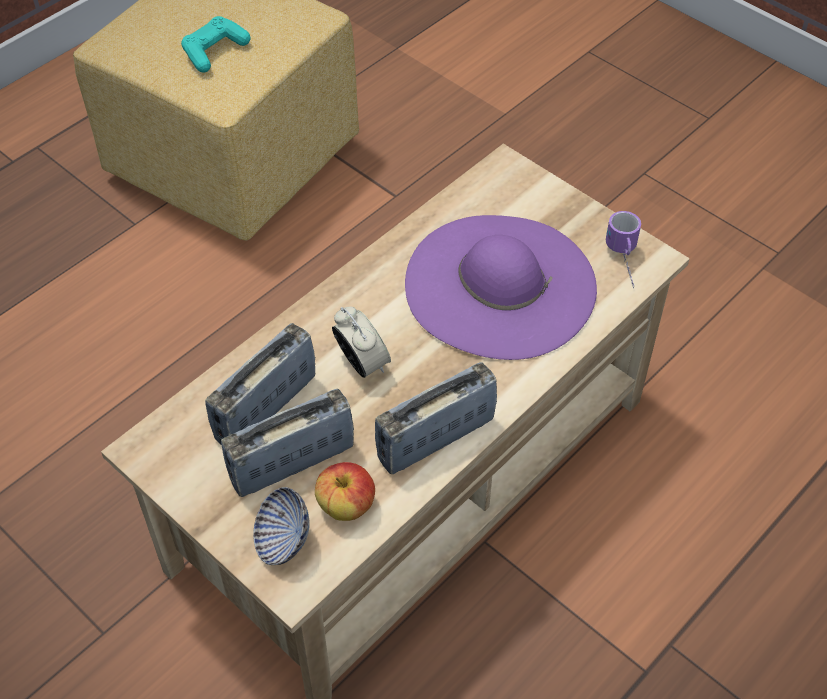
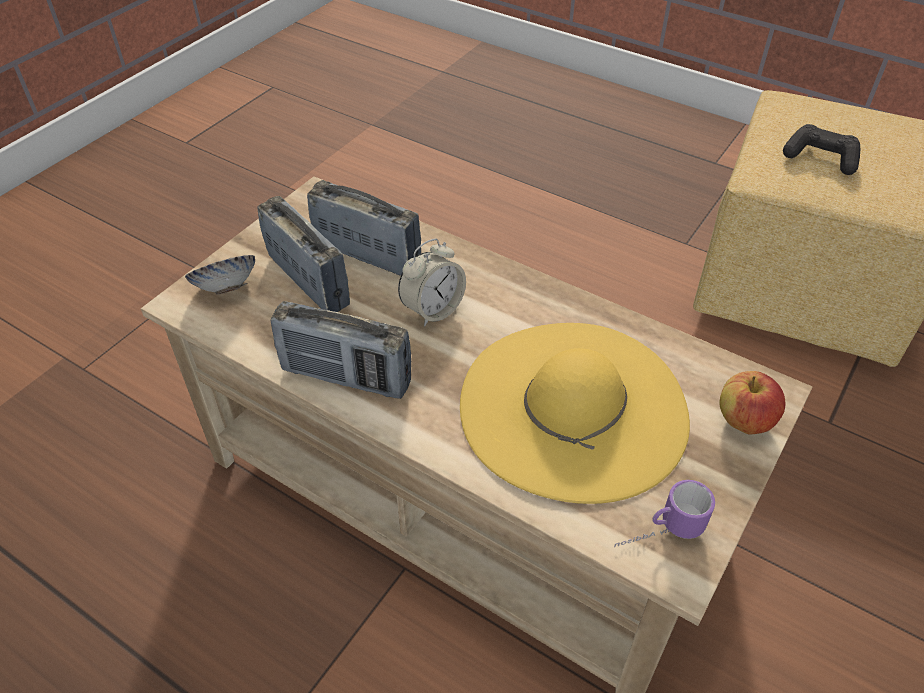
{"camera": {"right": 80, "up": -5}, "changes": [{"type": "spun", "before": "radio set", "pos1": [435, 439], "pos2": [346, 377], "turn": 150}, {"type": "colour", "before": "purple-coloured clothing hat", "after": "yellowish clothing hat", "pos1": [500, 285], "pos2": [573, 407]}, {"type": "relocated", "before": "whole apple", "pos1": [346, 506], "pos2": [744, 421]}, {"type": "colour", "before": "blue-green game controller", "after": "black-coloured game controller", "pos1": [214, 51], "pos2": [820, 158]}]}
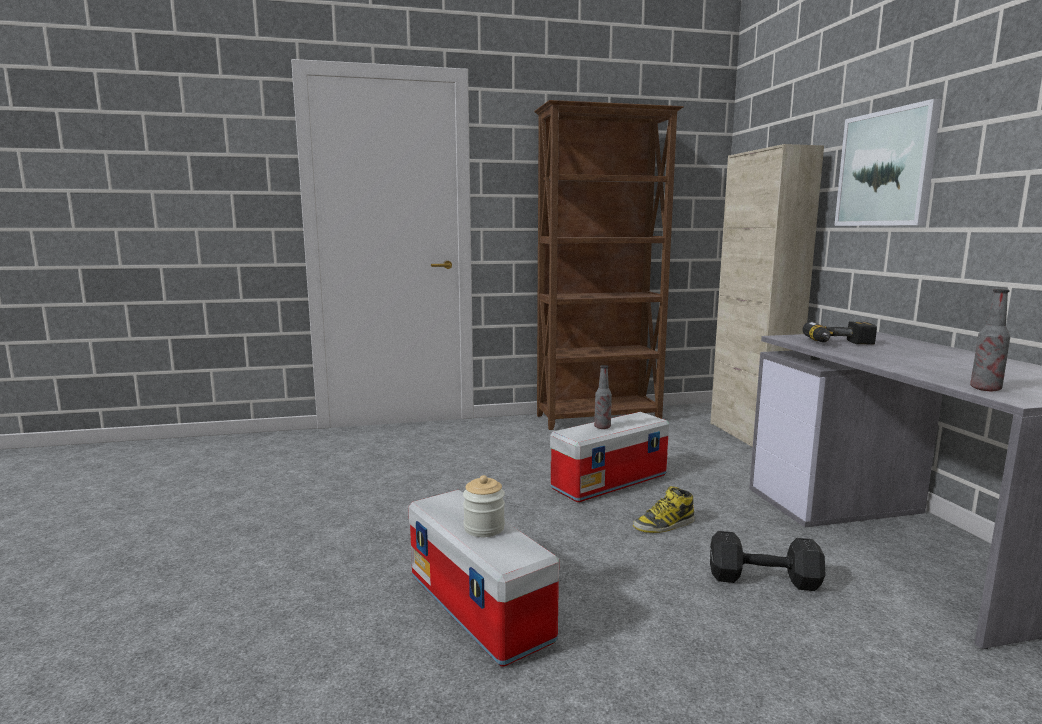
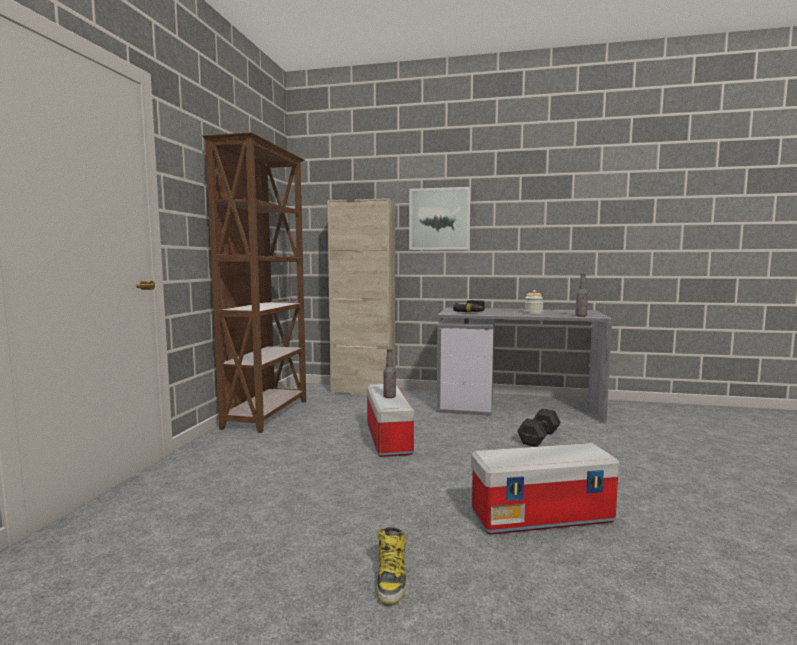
{"camera": {"right": -65, "up": -5}, "changes": [{"type": "relocated", "before": "boot", "pos1": [664, 525], "pos2": [391, 579]}, {"type": "relocated", "before": "storage jar", "pos1": [484, 528], "pos2": [533, 313]}]}
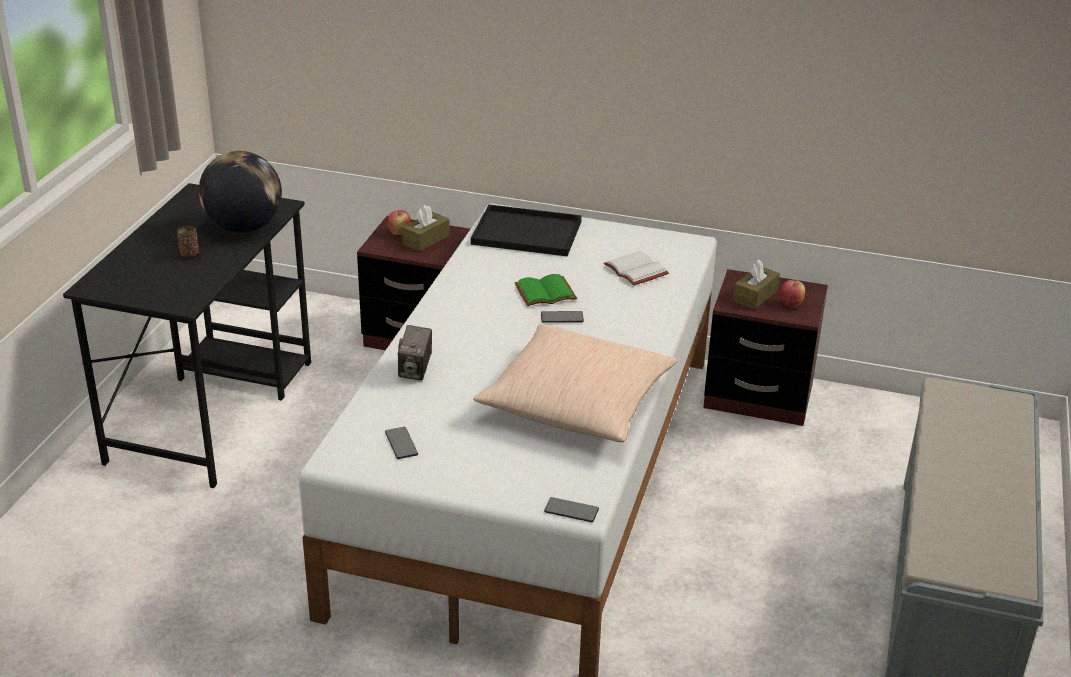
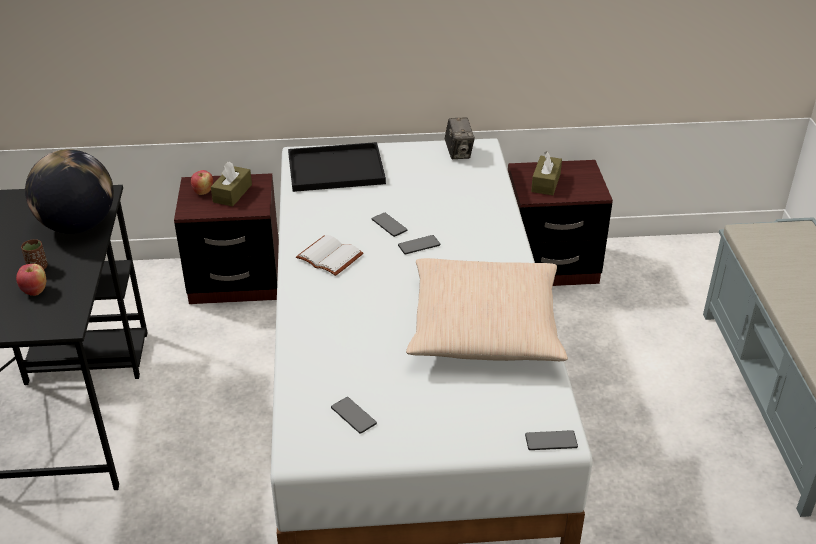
{"camera": {"right": -20, "up": 5}, "changes": [{"type": "relocated", "before": "whole apple", "pos1": [790, 304], "pos2": [34, 291]}, {"type": "relocated", "before": "whitish volume", "pos1": [634, 270], "pos2": [328, 257]}, {"type": "exchanged", "before": "green-coloured volume", "after": "telephone", "pos1": [545, 294], "pos2": [389, 225]}, {"type": "relocated", "before": "photo camera", "pos1": [415, 371], "pos2": [458, 153]}]}
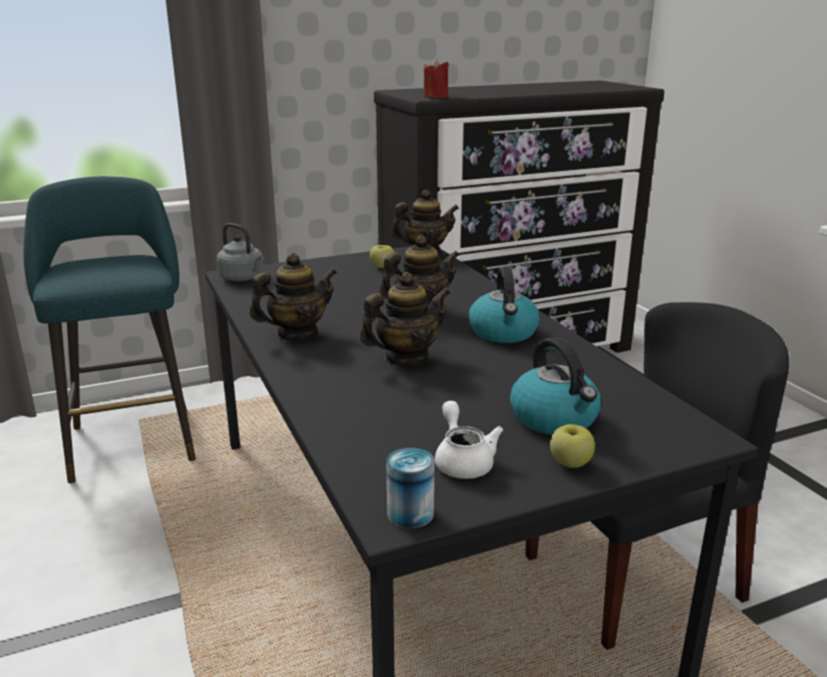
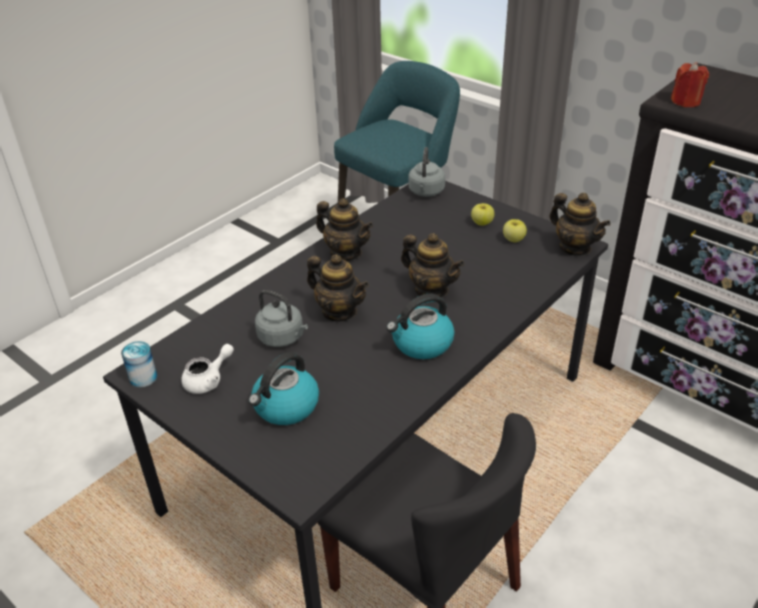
{"camera": {"right": 65, "up": 15}, "changes": [{"type": "appeared", "after": "gray tea kettle", "pos2": [283, 338]}, {"type": "relocated", "before": "whole apple", "pos1": [570, 463], "pos2": [482, 223]}]}
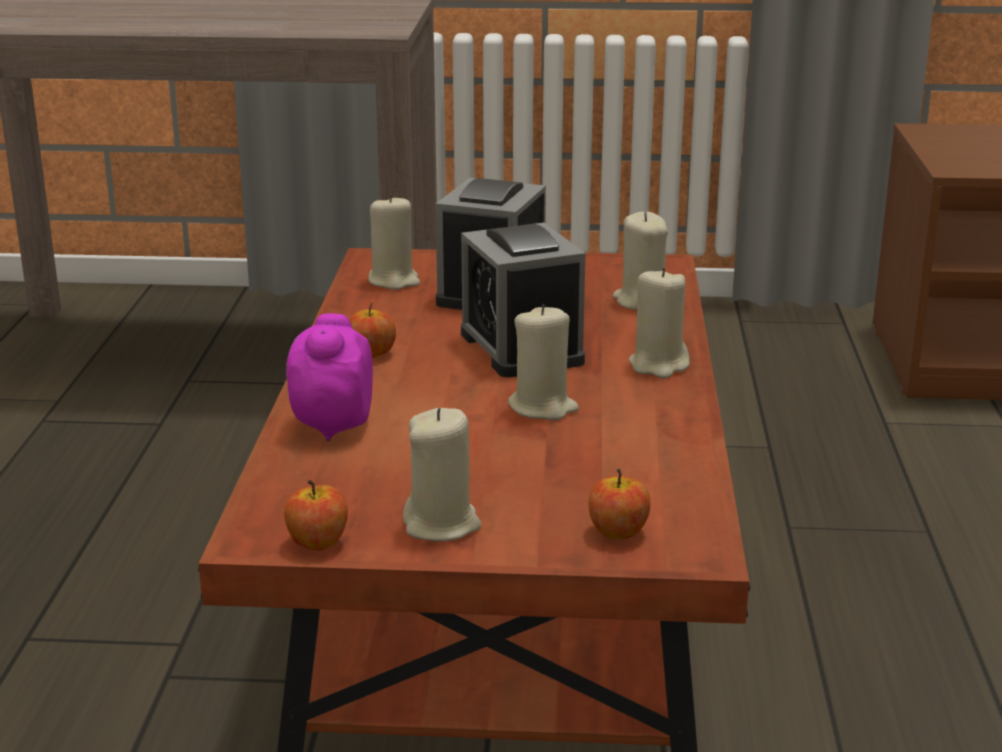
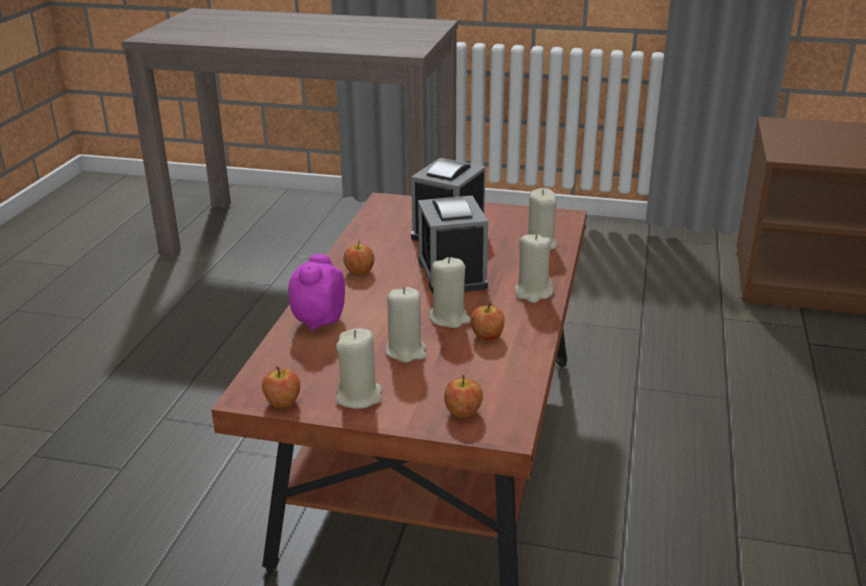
{"camera": {"right": 10, "up": 5}, "changes": [{"type": "relocated", "before": "beige-coloured wax light", "pos1": [394, 281], "pos2": [406, 351]}, {"type": "appeared", "after": "whole apple", "pos2": [487, 336]}]}
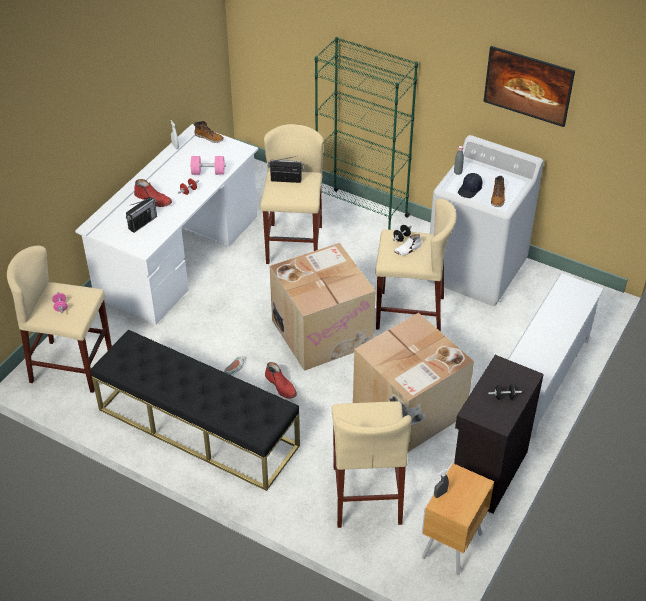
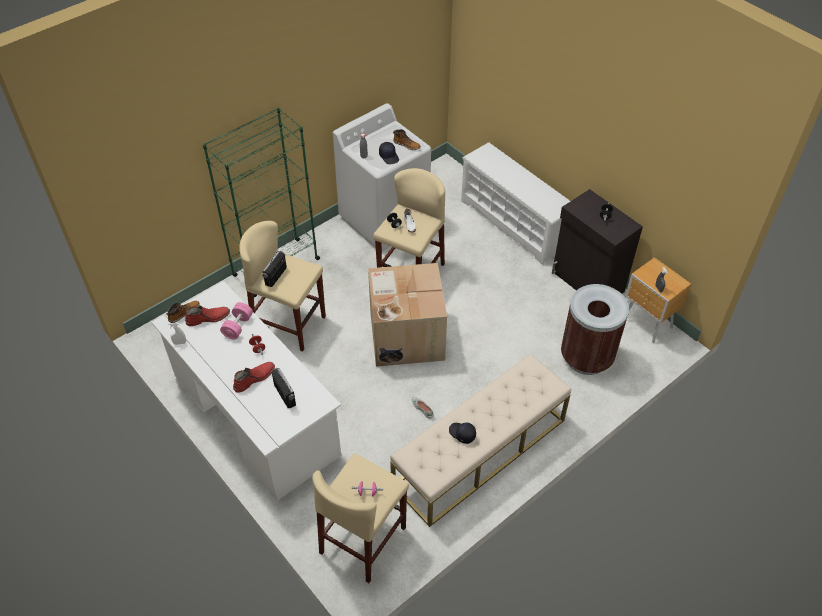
{"camera": {"right": -70, "up": 5}, "changes": [{"type": "relocated", "before": "reddish boot", "pos1": [281, 386], "pos2": [208, 318]}, {"type": "colour", "before": "black-coloured indoor bench", "after": "beige-coloured indoor bench", "pos1": [197, 427], "pos2": [479, 452]}, {"type": "appeared", "after": "black-coloured baseball cap", "pos2": [462, 434]}, {"type": "exchanged", "before": "beige-coloured stool seat", "after": "brown-coloured rubbish bin", "pos1": [366, 494], "pos2": [586, 357]}, {"type": "missing", "before": "carton", "pos1": [409, 410]}, {"type": "missing", "before": "wall art", "pos1": [526, 99]}]}
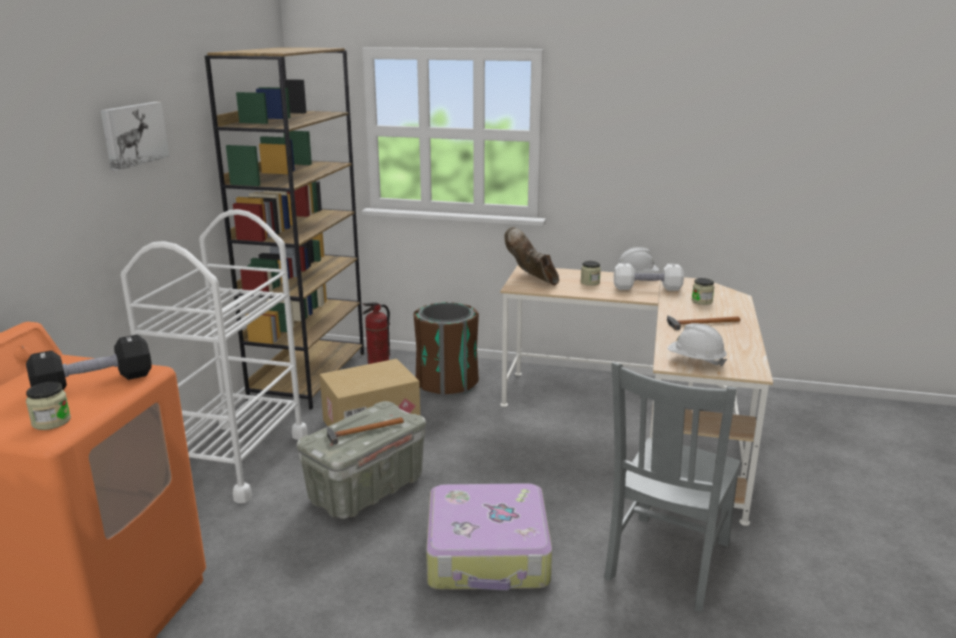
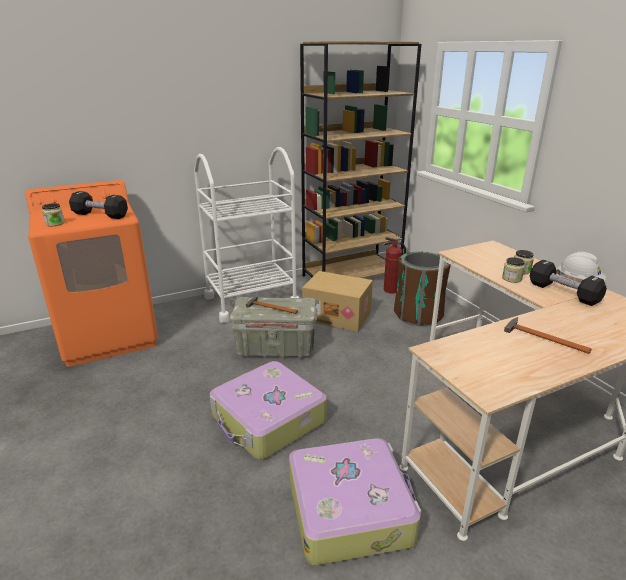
{"camera": {"right": 50, "up": 5}, "changes": [{"type": "exchanged", "before": "gray upright chair", "after": "travel case", "pos1": [666, 563], "pos2": [350, 509]}, {"type": "relocated", "before": "storage jar", "pos1": [702, 301], "pos2": [511, 279]}, {"type": "colour", "before": "whitish free weight", "after": "black-coloured free weight", "pos1": [647, 288], "pos2": [563, 293]}, {"type": "missing", "before": "wall art", "pos1": [133, 134]}, {"type": "missing", "before": "brown-coloured boot", "pos1": [532, 279]}, {"type": "missing", "before": "whitish hard hat", "pos1": [695, 361]}]}
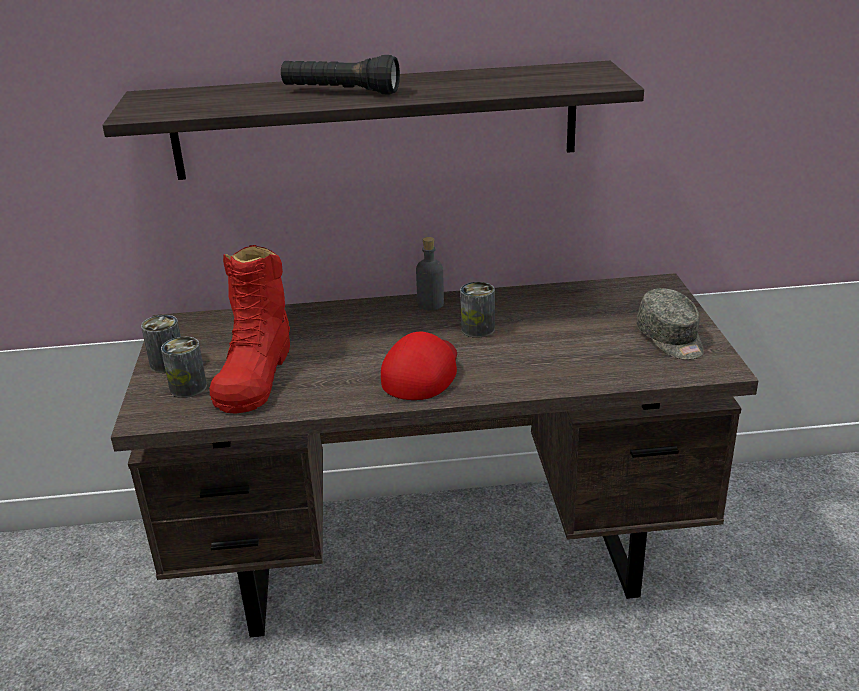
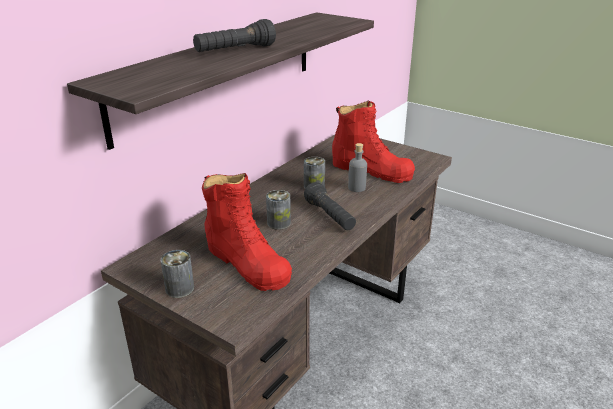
{"camera": {"right": -50, "up": 0}, "changes": [{"type": "relocated", "before": "can", "pos1": [188, 387], "pos2": [278, 223]}, {"type": "exchanged", "before": "reddish baseball cap", "after": "black-coloured flashlight", "pos1": [422, 371], "pos2": [330, 216]}, {"type": "appeared", "after": "reddish boot", "pos2": [372, 170]}, {"type": "relocated", "before": "gray drink bottle", "pos1": [430, 304], "pos2": [356, 188]}, {"type": "missing", "before": "gray baseball cap", "pos1": [671, 339]}]}
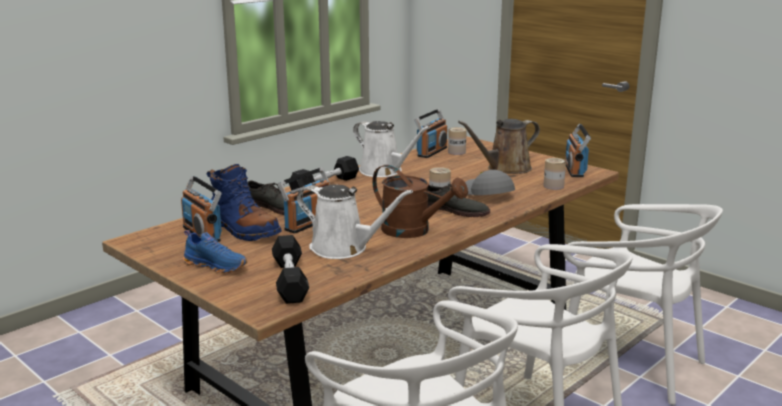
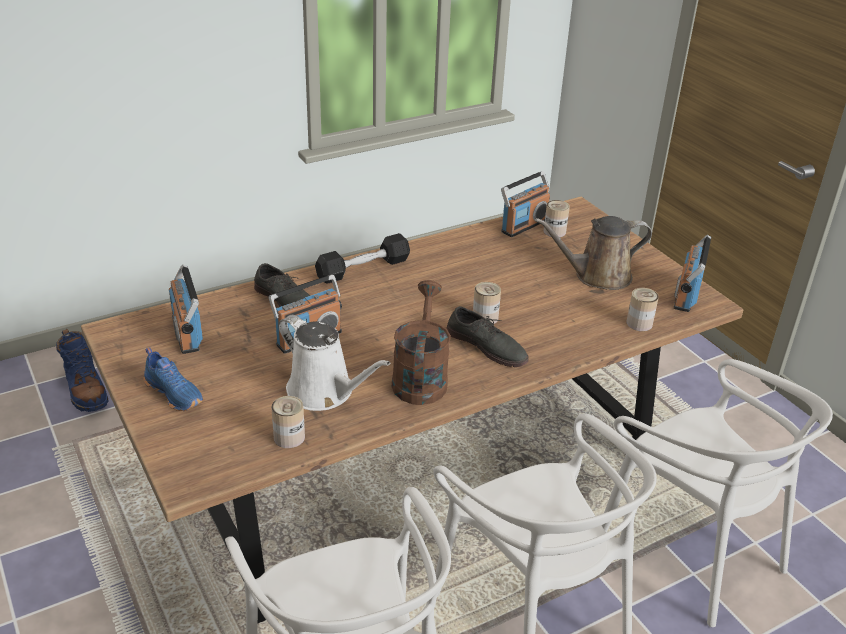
{"camera": {"right": 15, "up": 15}, "changes": [{"type": "relocated", "before": "blue boot", "pos1": [243, 230], "pos2": [85, 390]}, {"type": "appeared", "after": "can", "pos2": [289, 437]}, {"type": "spun", "before": "brown-coloured watering can", "pos1": [413, 231], "pos2": [420, 377], "turn": -135}, {"type": "missing", "before": "black-coloured free weight", "pos1": [290, 280]}, {"type": "missing", "before": "whitish watering can", "pos1": [384, 171]}, {"type": "missing", "before": "gray baseball cap", "pos1": [486, 194]}]}
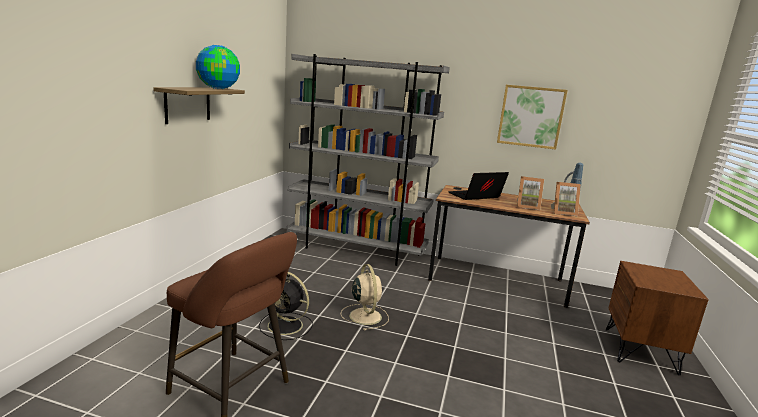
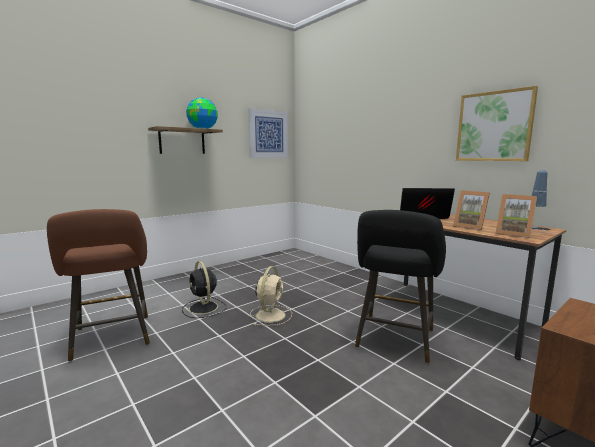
{"camera": {"right": 35, "up": -5}, "changes": [{"type": "appeared", "after": "wall art", "pos2": [268, 134]}, {"type": "appeared", "after": "black-coloured stool seat", "pos2": [394, 341]}, {"type": "missing", "before": "gray shelving unit", "pos1": [356, 250]}]}
